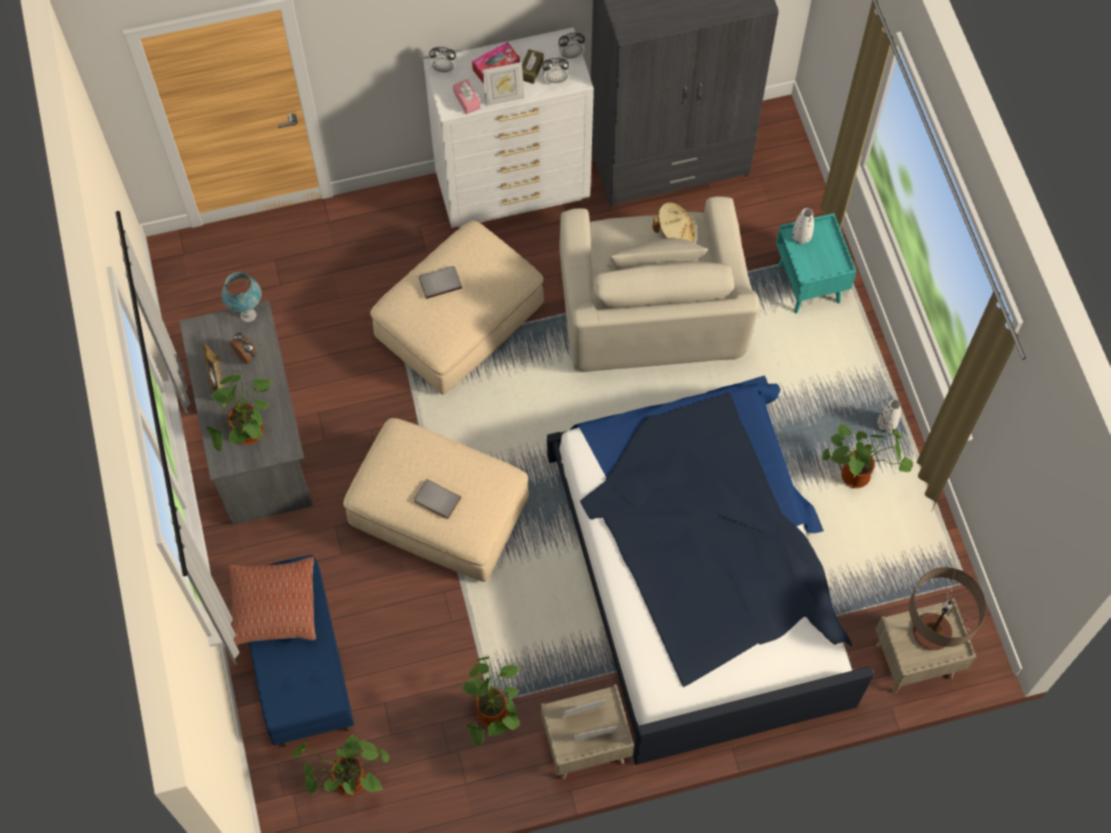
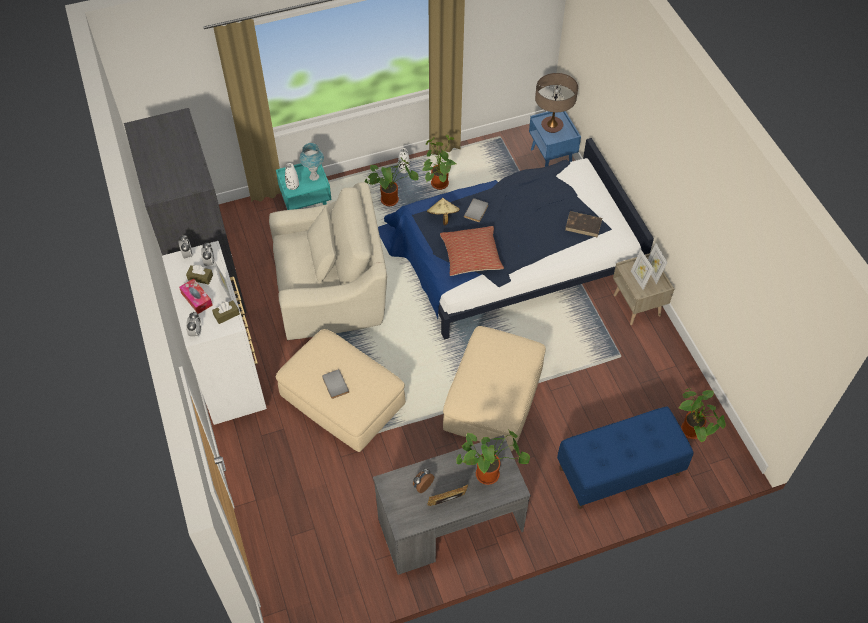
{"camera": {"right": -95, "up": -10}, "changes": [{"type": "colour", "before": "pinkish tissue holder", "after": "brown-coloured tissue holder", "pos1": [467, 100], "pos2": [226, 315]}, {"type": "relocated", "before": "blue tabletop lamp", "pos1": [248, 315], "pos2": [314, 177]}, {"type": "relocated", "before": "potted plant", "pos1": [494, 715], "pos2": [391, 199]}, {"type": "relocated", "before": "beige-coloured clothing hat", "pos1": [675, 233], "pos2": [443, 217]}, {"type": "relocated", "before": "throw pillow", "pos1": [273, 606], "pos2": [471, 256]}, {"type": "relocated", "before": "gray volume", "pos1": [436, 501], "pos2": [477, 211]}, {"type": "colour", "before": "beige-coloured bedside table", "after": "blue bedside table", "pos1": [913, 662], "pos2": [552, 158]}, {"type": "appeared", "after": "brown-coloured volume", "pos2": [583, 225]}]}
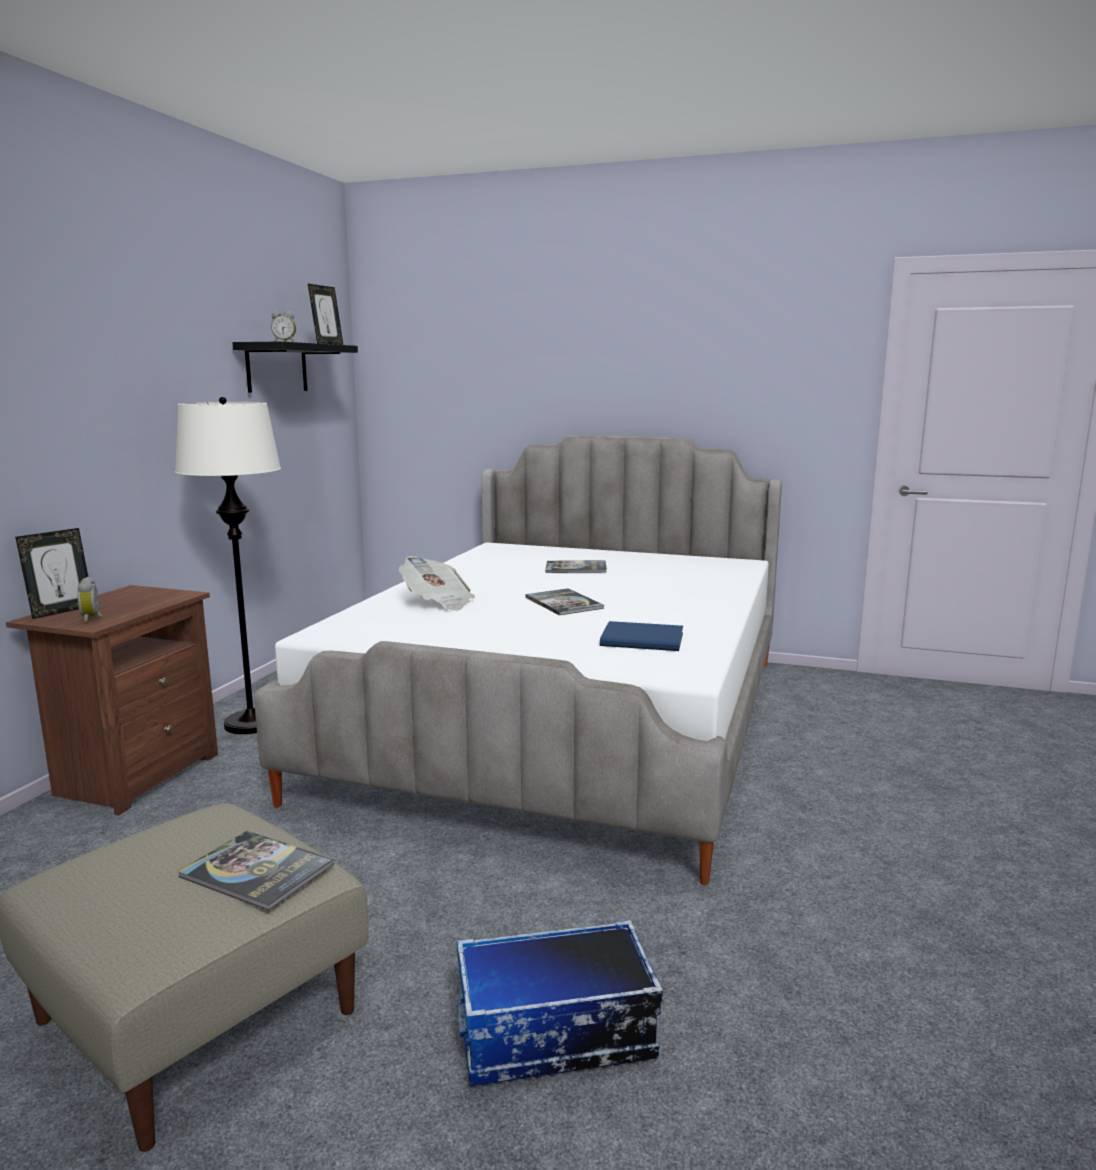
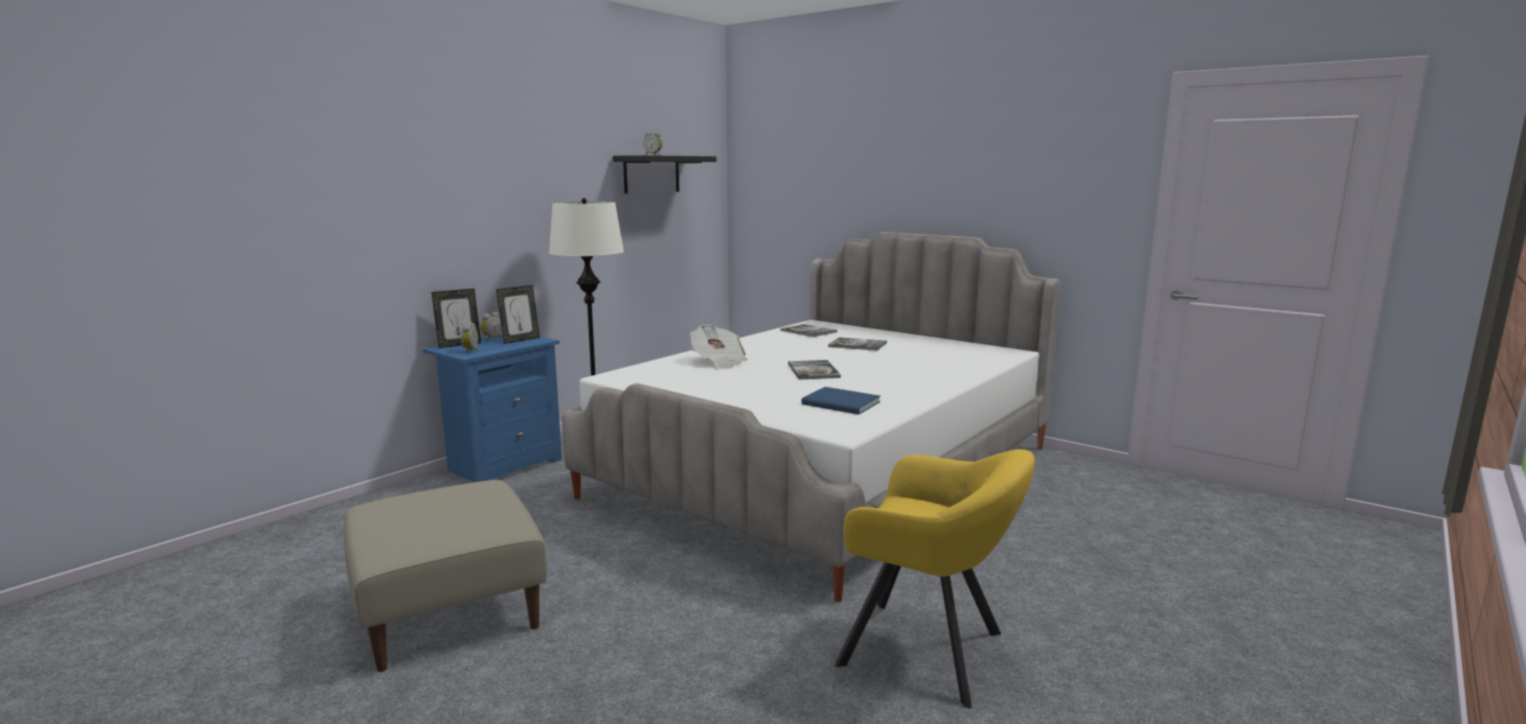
{"camera": {"right": 20, "up": 0}, "changes": [{"type": "colour", "before": "brown-coloured bedside table", "after": "blue bedside table", "pos1": [135, 775], "pos2": [503, 465]}, {"type": "appeared", "after": "table clock", "pos2": [492, 338]}, {"type": "relocated", "before": "picture frame", "pos1": [327, 344], "pos2": [520, 340]}, {"type": "relocated", "before": "volume", "pos1": [257, 871], "pos2": [808, 331]}, {"type": "appeared", "after": "yellowish armchair", "pos2": [929, 652]}, {"type": "missing", "before": "storage bin", "pos1": [554, 1036]}]}
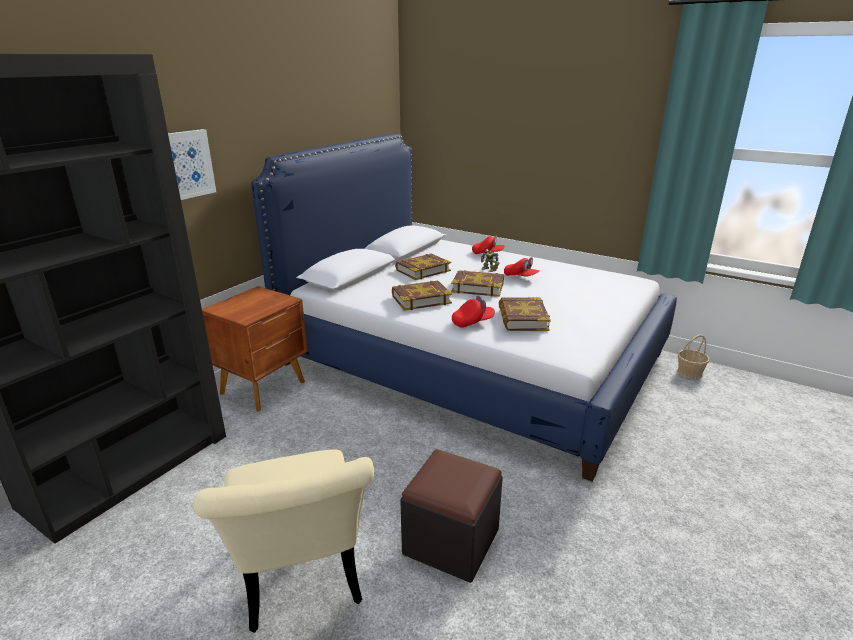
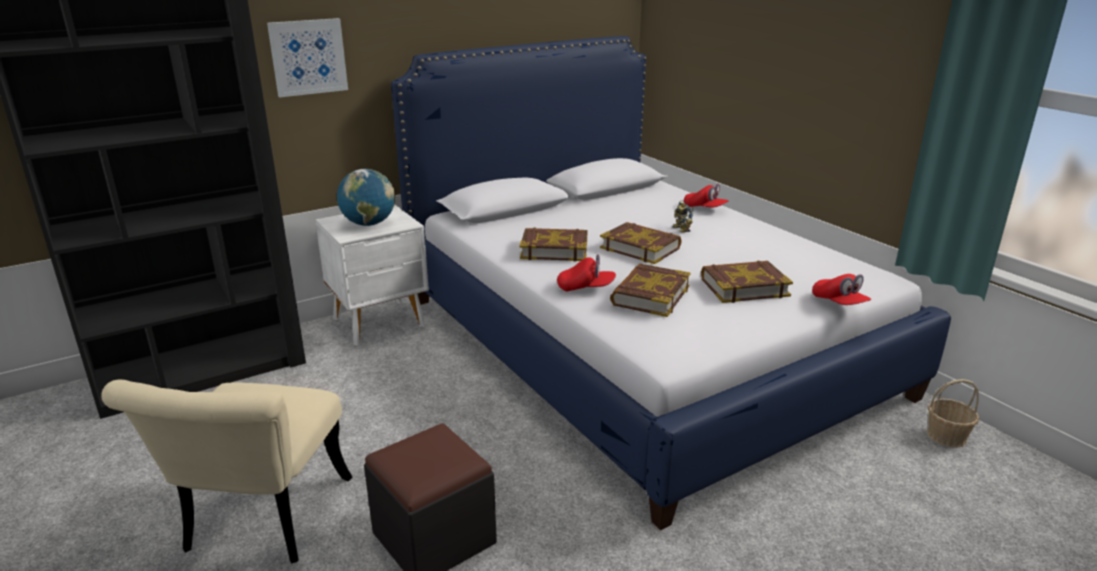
{"camera": {"right": 25, "up": 0}, "changes": [{"type": "colour", "before": "brown-coloured bedside table", "after": "whitish bedside table", "pos1": [265, 387], "pos2": [381, 322]}, {"type": "appeared", "after": "globe", "pos2": [369, 224]}, {"type": "relocated", "before": "volume", "pos1": [422, 270], "pos2": [744, 287]}, {"type": "relocated", "before": "reddish baseball cap", "pos1": [521, 277], "pos2": [839, 303]}]}
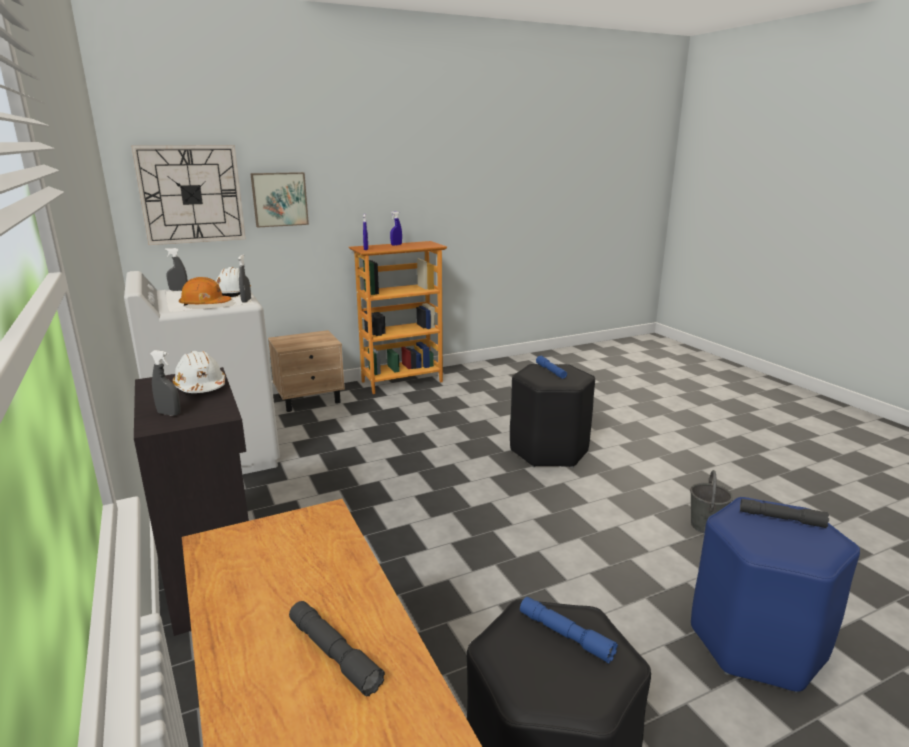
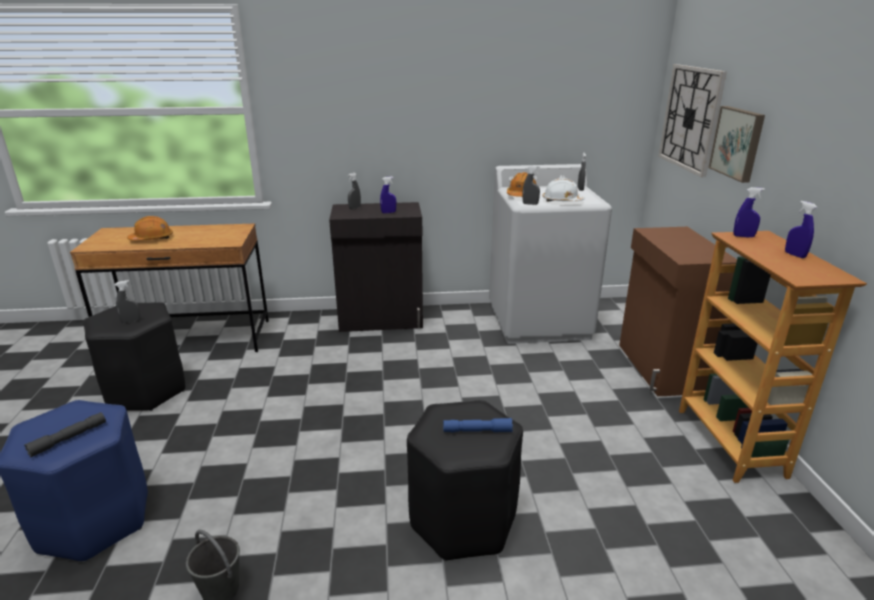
{"camera": {"right": 110, "up": 5}, "changes": [{"type": "exchanged", "before": "blue flashlight", "after": "gray hand sprayer", "pos1": [565, 635], "pos2": [131, 321]}, {"type": "exchanged", "before": "gray flashlight", "after": "orangey hard hat", "pos1": [334, 654], "pos2": [152, 239]}, {"type": "exchanged", "before": "whitish hard hat", "after": "blue hand sprayer", "pos1": [200, 387], "pos2": [388, 212]}, {"type": "exchanged", "before": "beige-coloured bedside table", "after": "brown-coloured cabinet", "pos1": [310, 399], "pos2": [660, 368]}]}
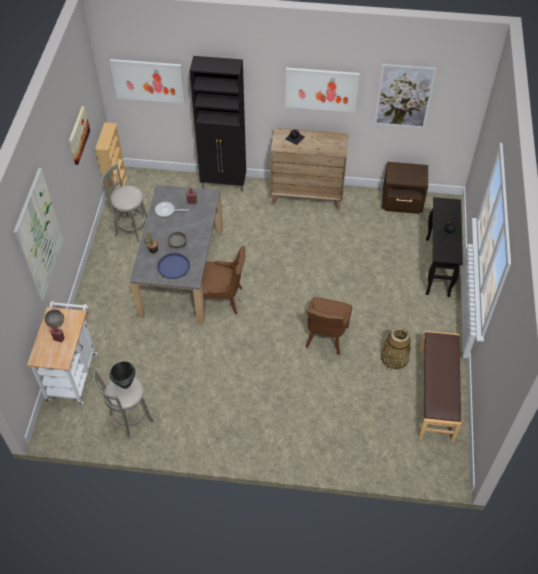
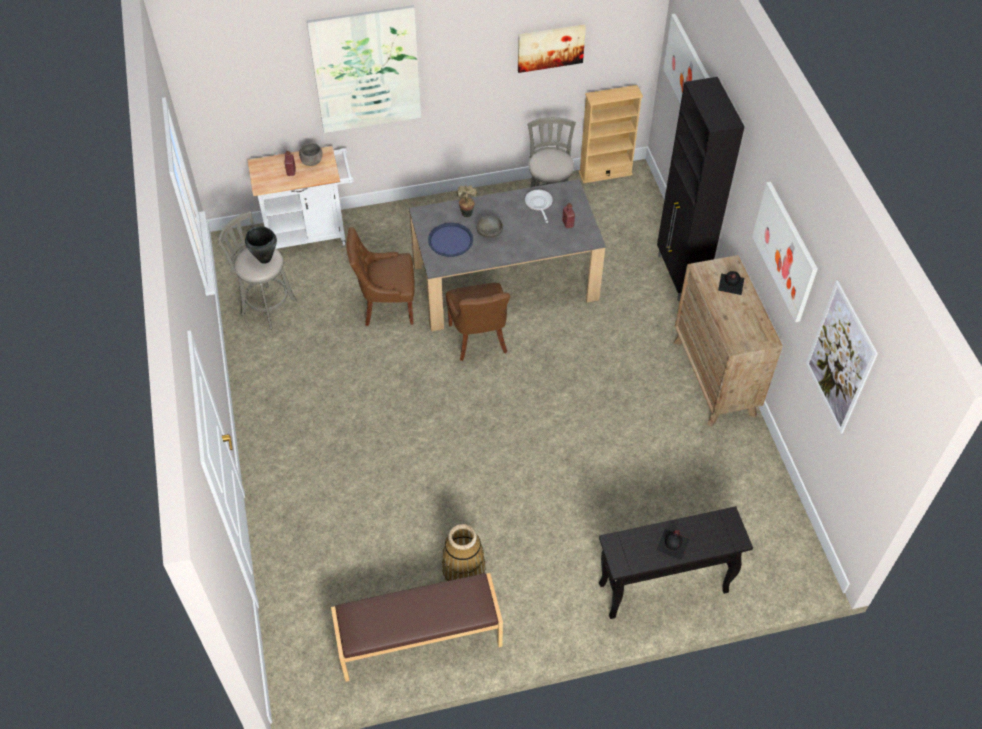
{"camera": {"right": 70, "up": 0}, "changes": [{"type": "relocated", "before": "brown-coloured upright chair", "pos1": [325, 337], "pos2": [386, 306]}, {"type": "missing", "before": "brown-coloured bedside table", "pos1": [402, 203]}]}
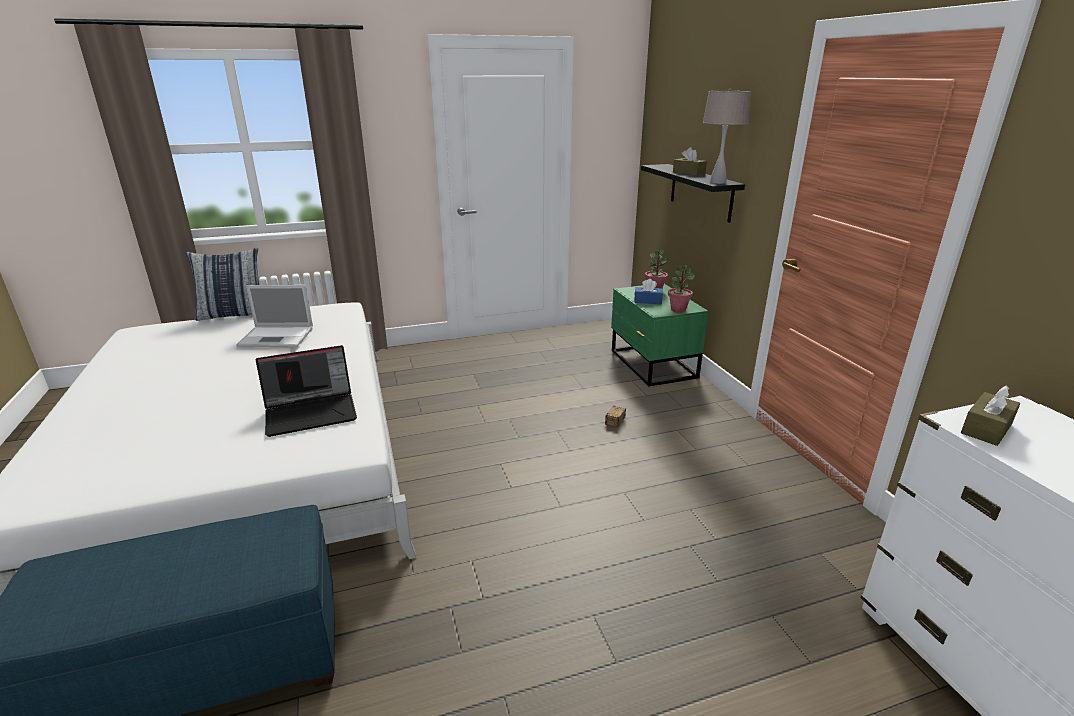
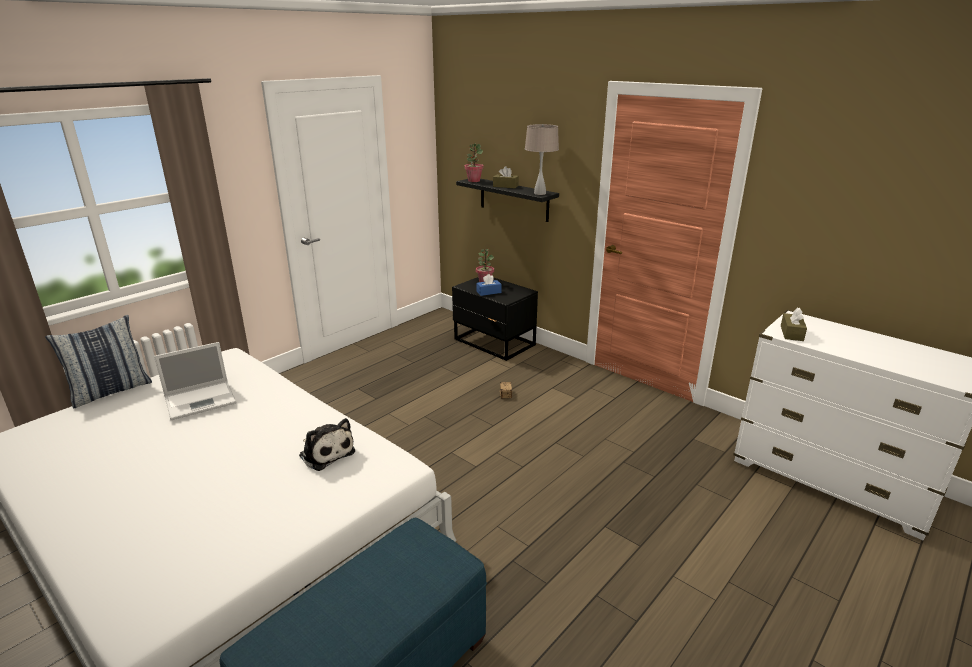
{"camera": {"right": -30, "up": 0}, "changes": [{"type": "exchanged", "before": "notebook computer", "after": "cuddly toy", "pos1": [312, 412], "pos2": [326, 453]}, {"type": "colour", "before": "green-coloured bedside table", "after": "black-coloured bedside table", "pos1": [652, 365], "pos2": [494, 343]}, {"type": "relocated", "before": "potted plant", "pos1": [678, 310], "pos2": [474, 181]}]}
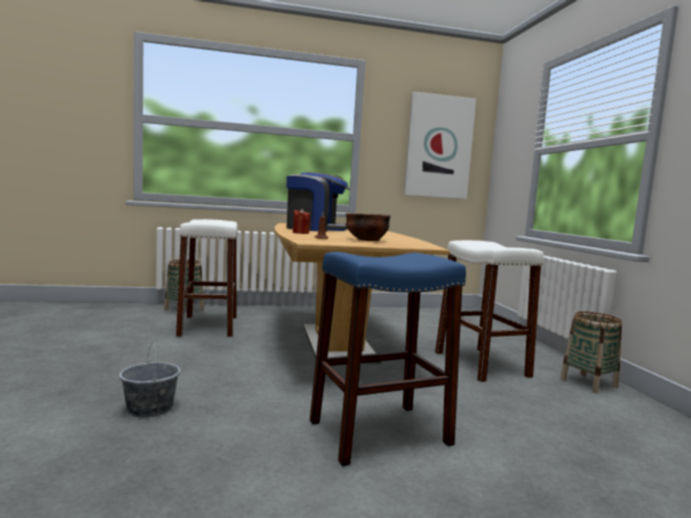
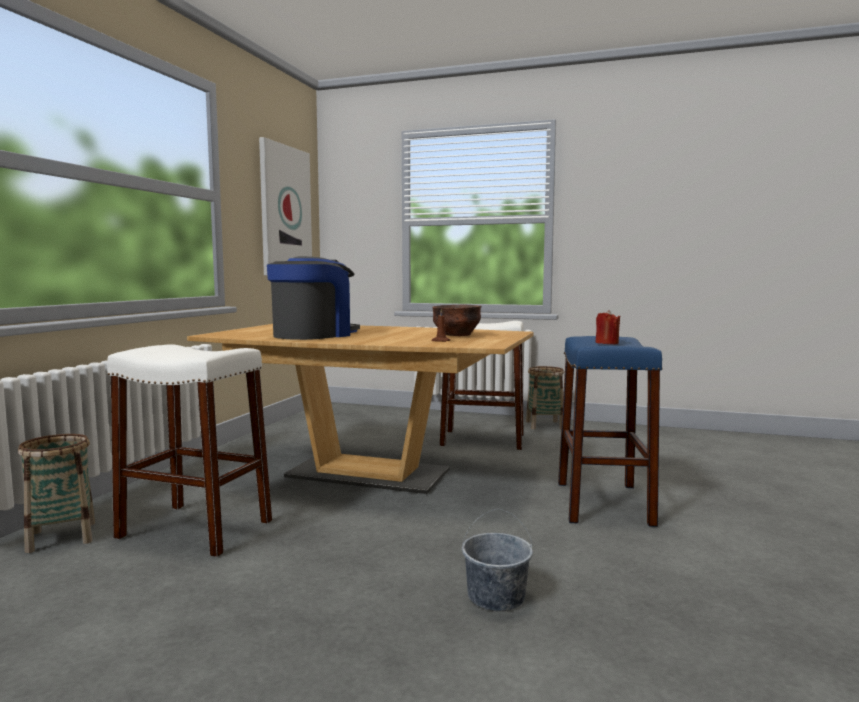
{"camera": {"right": -60, "up": 0}, "changes": [{"type": "relocated", "before": "reddish wax light", "pos1": [300, 233], "pos2": [607, 343]}]}
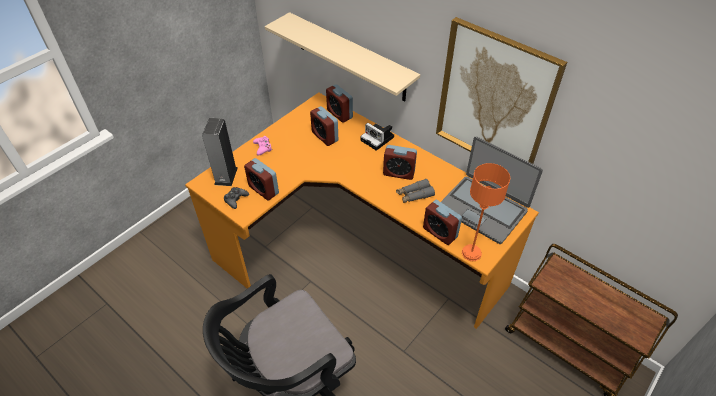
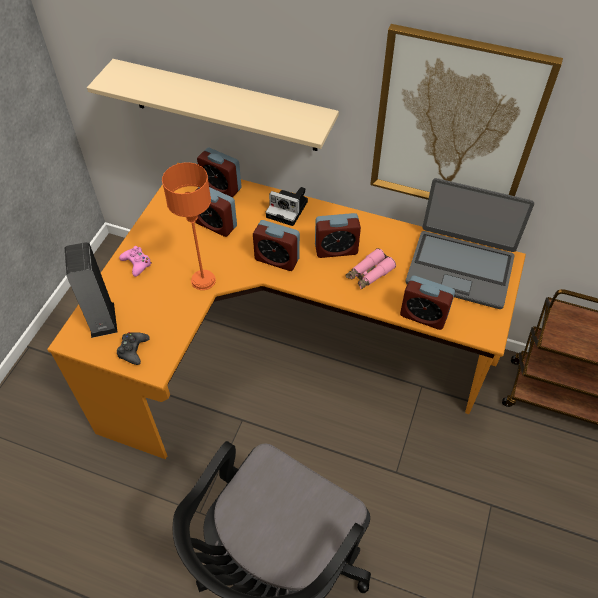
{"camera": {"right": -20, "up": 5}, "changes": [{"type": "relocated", "before": "orangey tabletop lamp", "pos1": [471, 253], "pos2": [202, 280]}, {"type": "relocated", "before": "table clock", "pos1": [263, 190], "pos2": [277, 259]}, {"type": "colour", "before": "gray field glasses", "after": "pinkish field glasses", "pos1": [414, 195], "pos2": [369, 274]}]}
